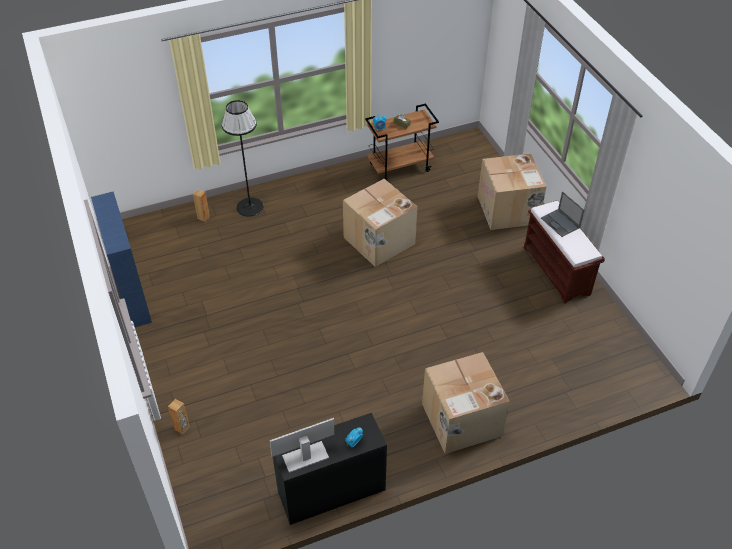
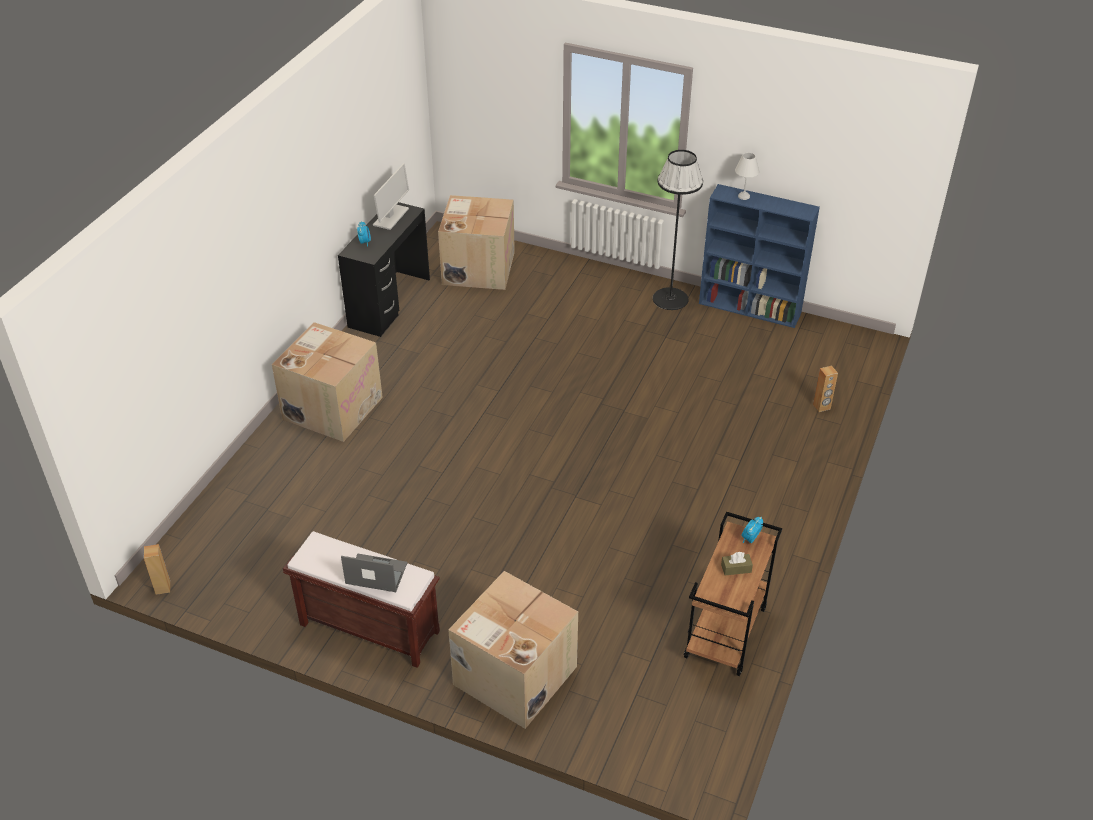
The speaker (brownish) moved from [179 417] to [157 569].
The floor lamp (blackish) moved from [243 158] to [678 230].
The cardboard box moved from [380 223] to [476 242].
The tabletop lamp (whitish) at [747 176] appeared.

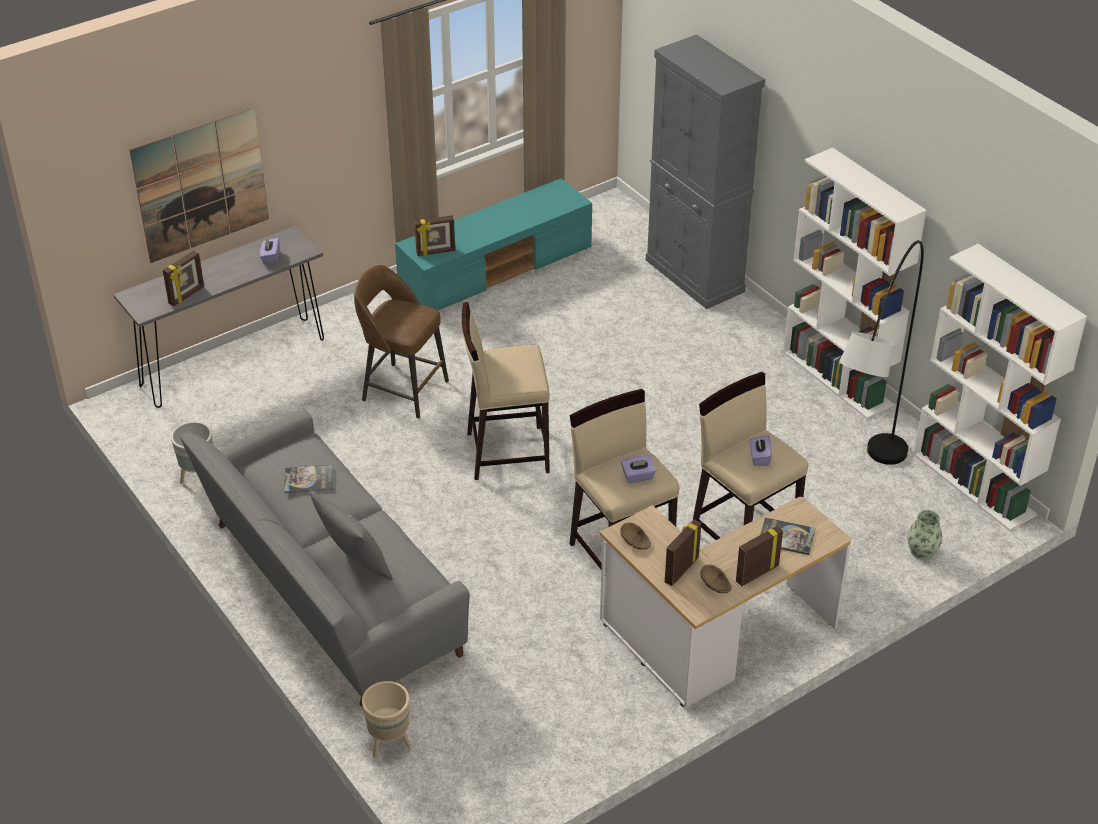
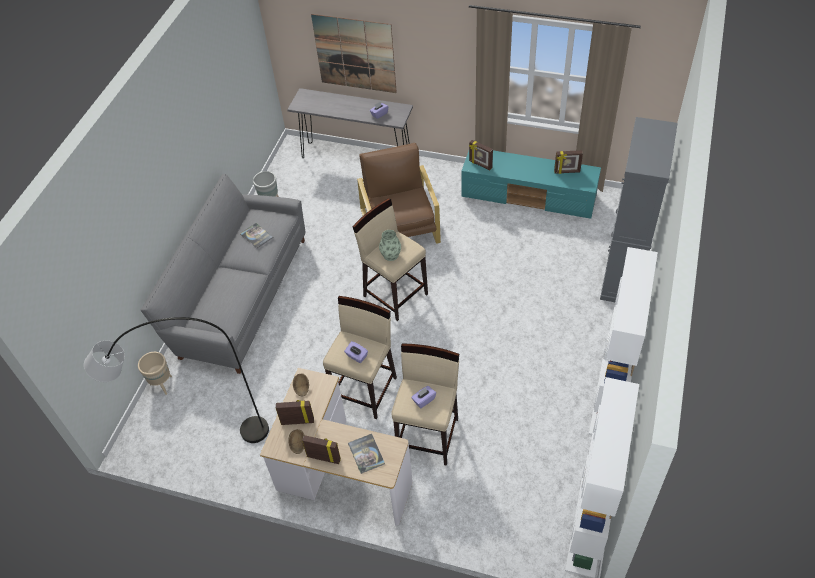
The standing frame moved from [183 278] to [568 162].
The throw pillow (greyish) at [351 536] disappeared.
The stool (brownish) at [401 342] was replaced by the lounge chair (brownish) at [399 193].
The floor lamp (greyish) moved from [881 352] to [176 380].
The vase moved from [925 535] to [390 245].

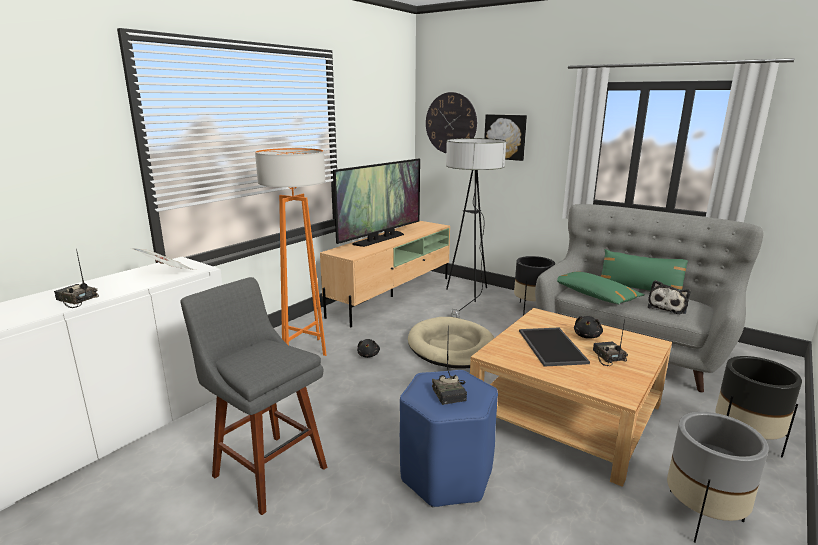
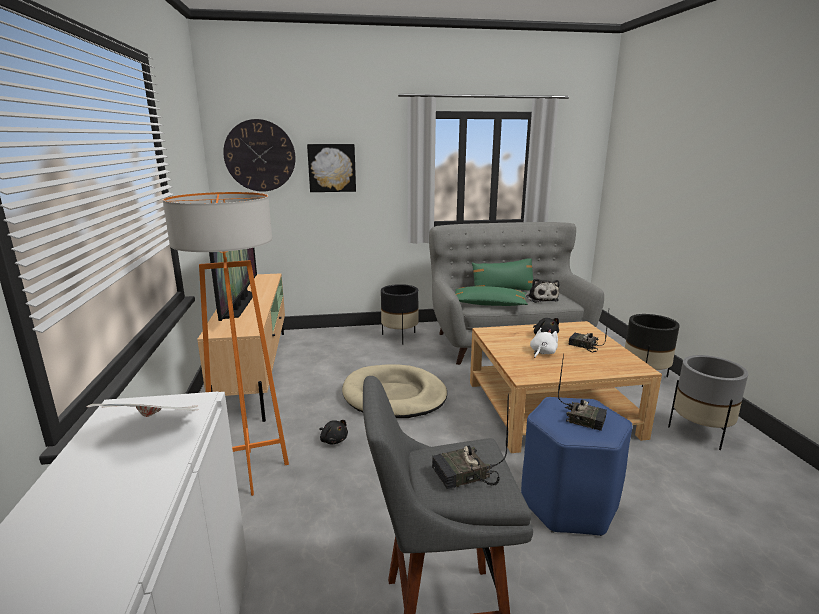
The radio set moved from [76 278] to [470 441].
The floor lamp at [476 228] disappeared.
The tray at [554 347] was replaced by the plush toy (whitish) at [544 343].

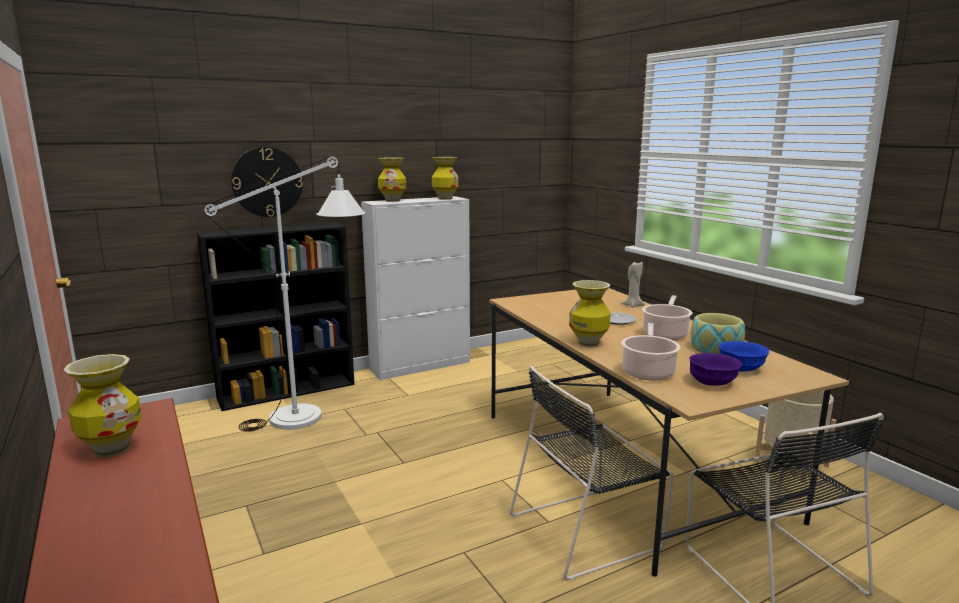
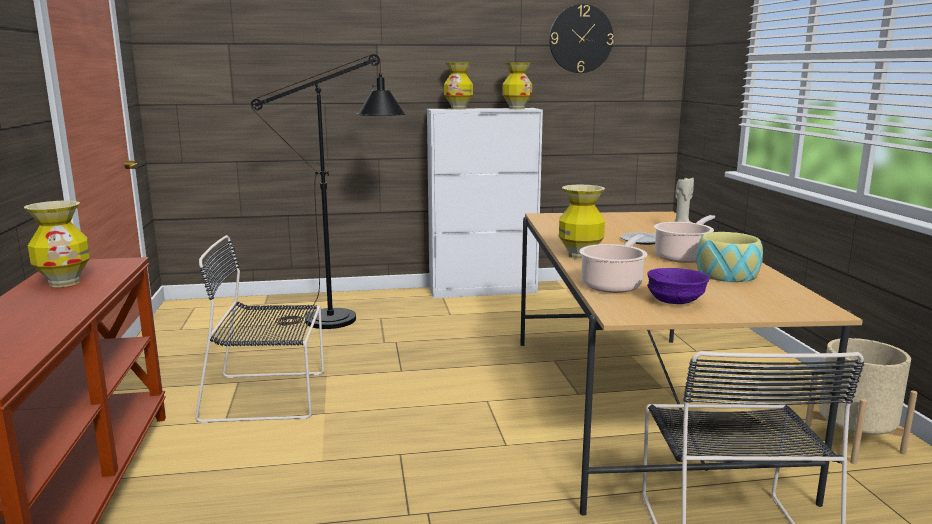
The bookshelf (blackish) at [276 316] disappeared.
The floor lamp (whitish) at [284 294] became the floor lamp (blackish) at [328 191].
The hanging clock moved from [267 182] to [581 38].
The chair (blackish) moved from [591 473] to [259 329].
The bowl (bluish) at [744 356] disappeared.

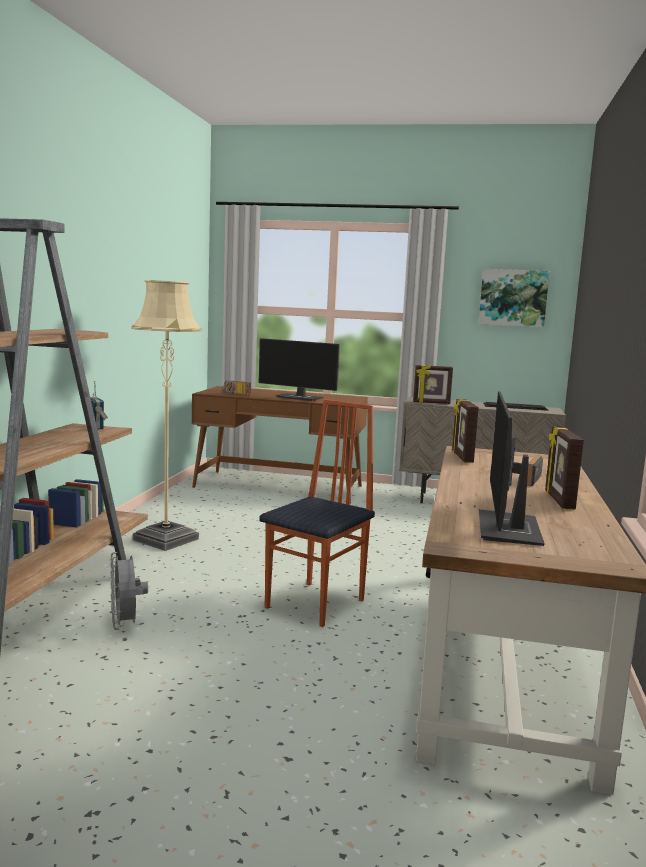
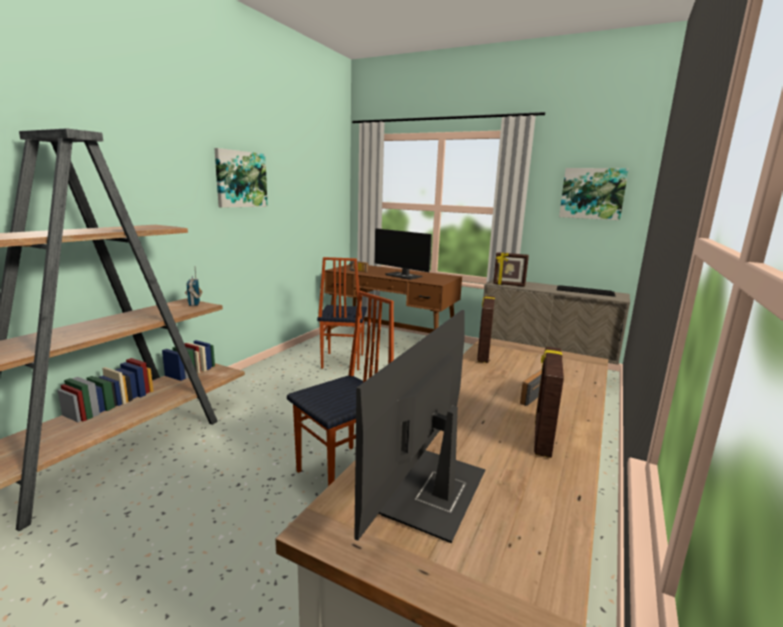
The electric fan (greyish) at [129 591] disappeared.
The floor lamp (sand-coloured) at [166 415] disappeared.
The picture at [241 178] appeared.
The chair at [342 313] appeared.

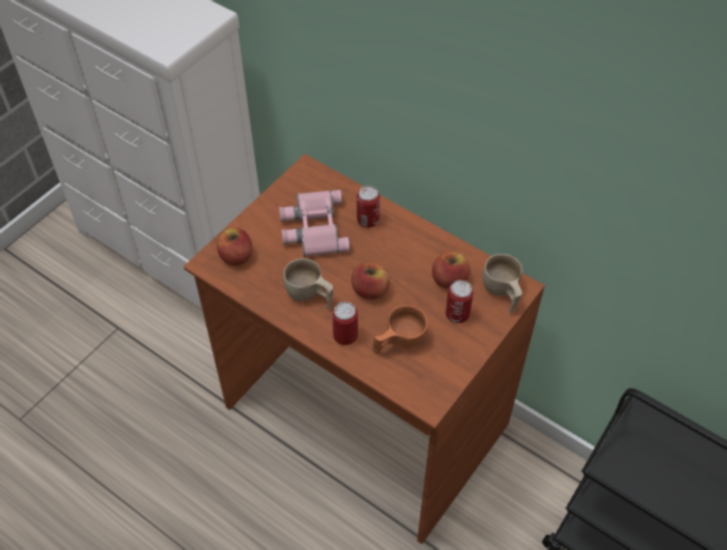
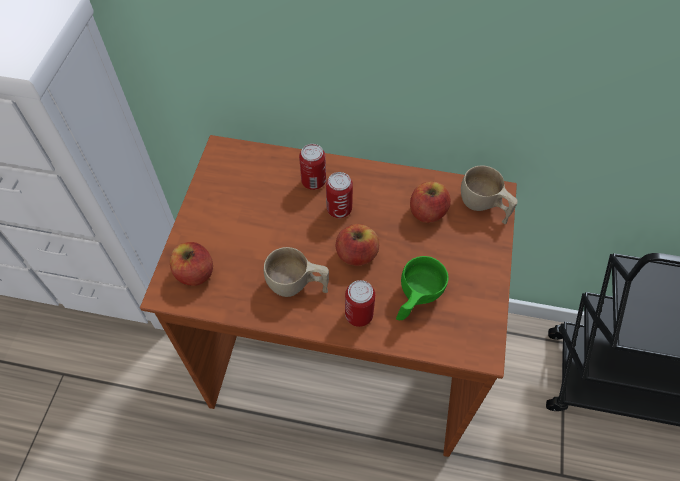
The pair of binoculars (pink-coloured) at [314 223] disappeared.
The small cup (orangey) at [400 329] became the small cup (greenish) at [422 288].
The sealed can moved from [459 301] to [339 195].

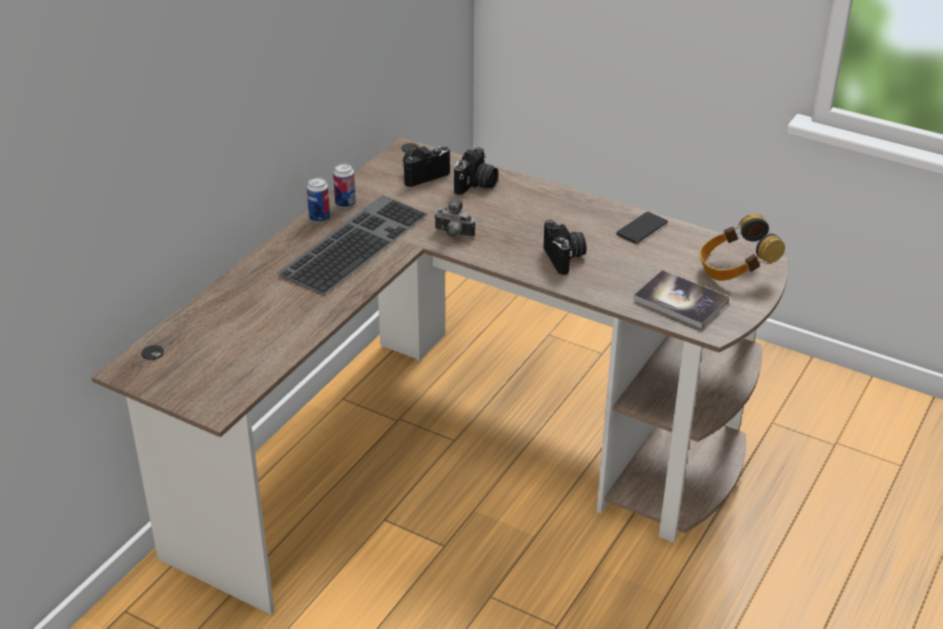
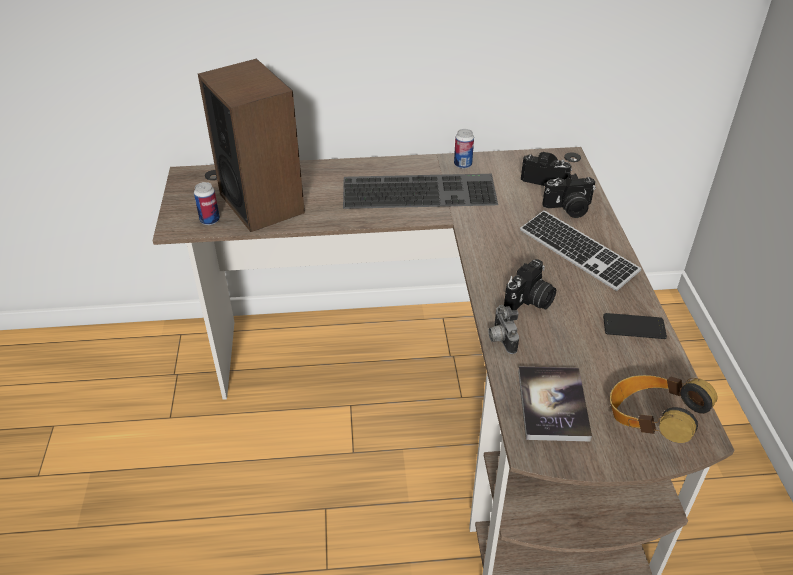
The sealed can moved from [318 200] to [207 203].
The photo camera moved from [454 219] to [503 329].
The speaker at [251 145] appeared.
The keyboard at [580 250] appeared.

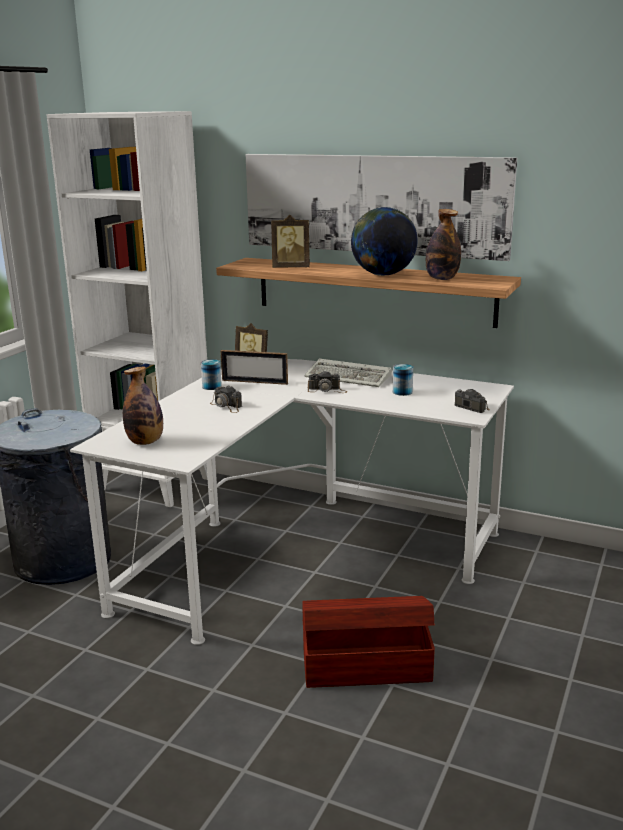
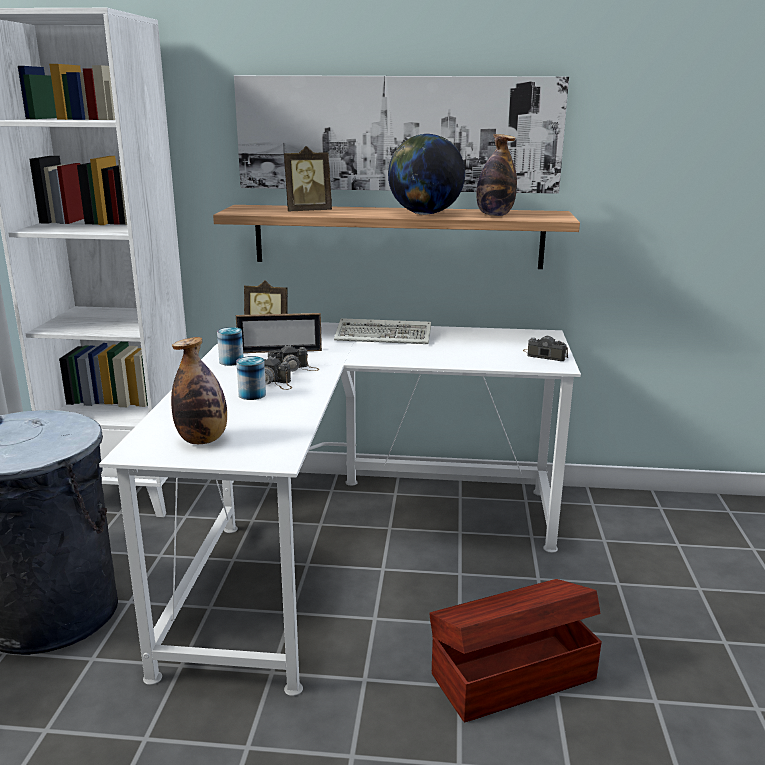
The photo camera moved from [327 381] to [293 358].
The sealed can moved from [403 380] to [251 378].

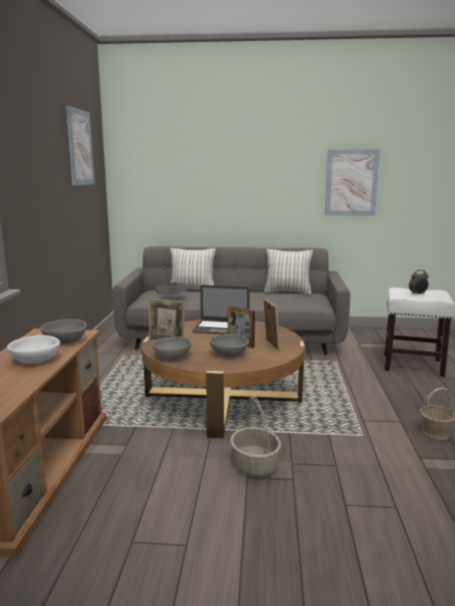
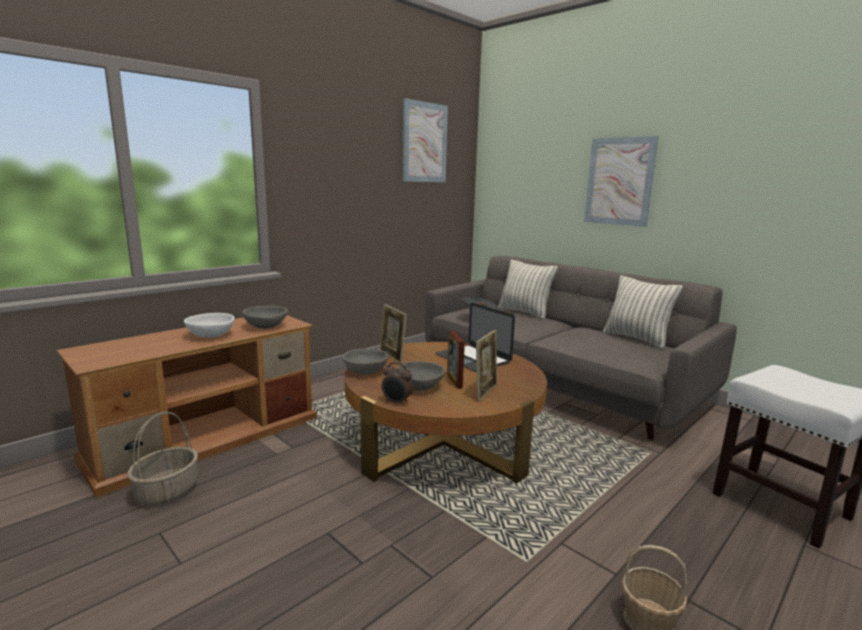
The household basket moved from [255 437] to [162 458].
The picture moved from [352 182] to [621 181].
The bedside clock moved from [419 282] to [397 384].

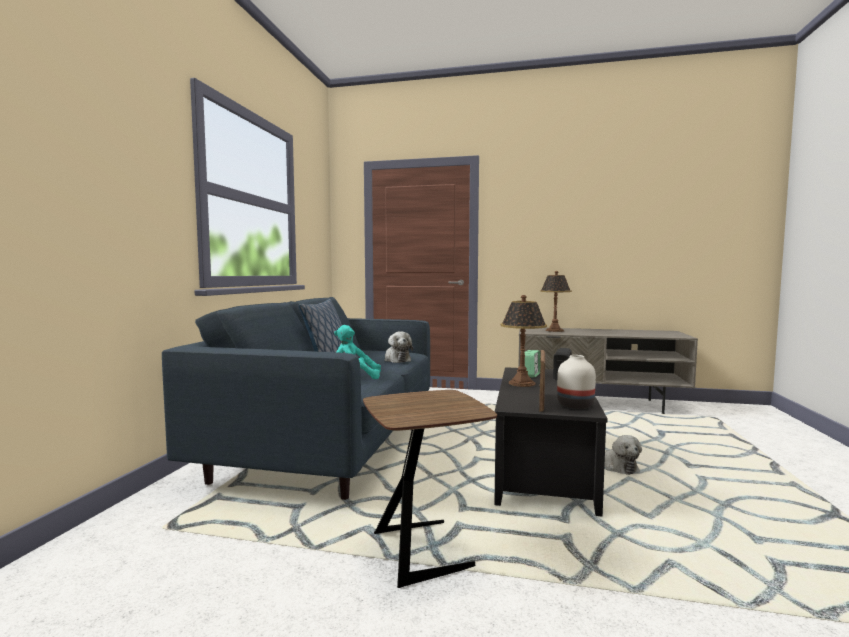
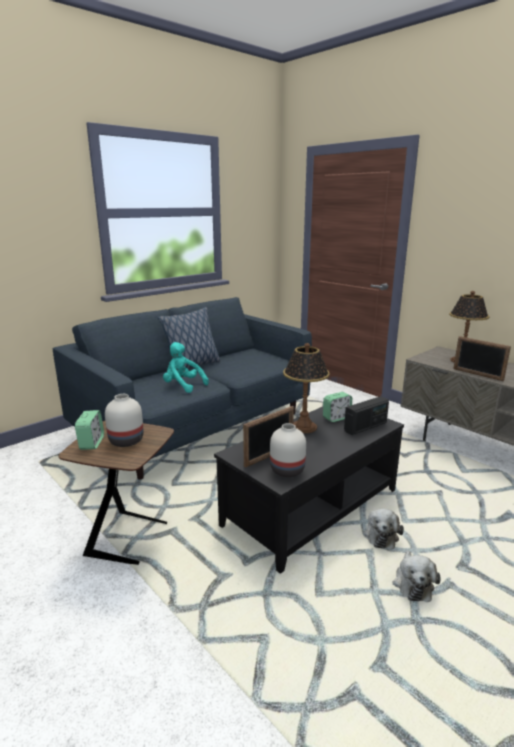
The plush toy moved from [399 347] to [416 576].
The bedside clock at [89 430] appeared.
The vase (whitish) at [124 420] appeared.
The standing frame at [482 358] appeared.

